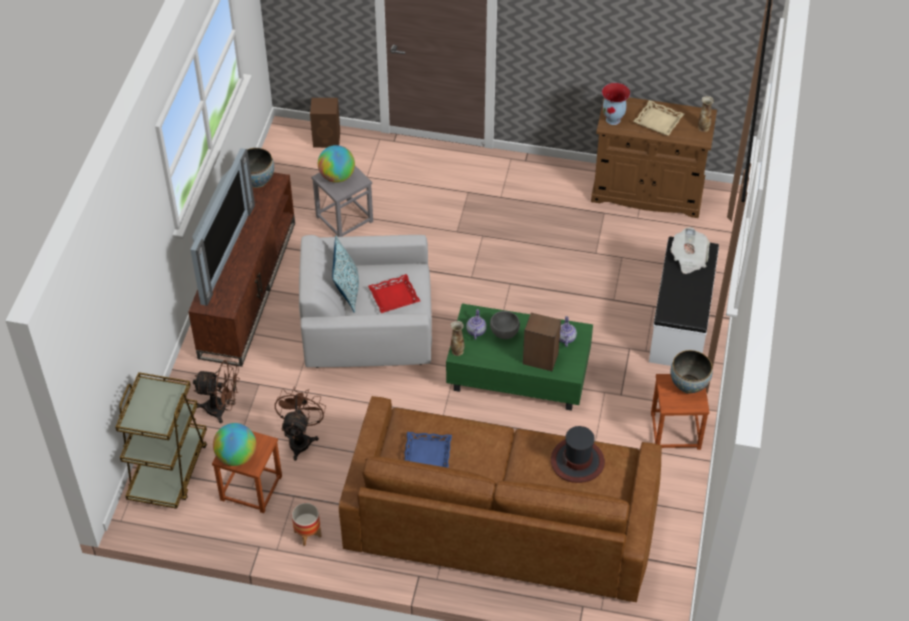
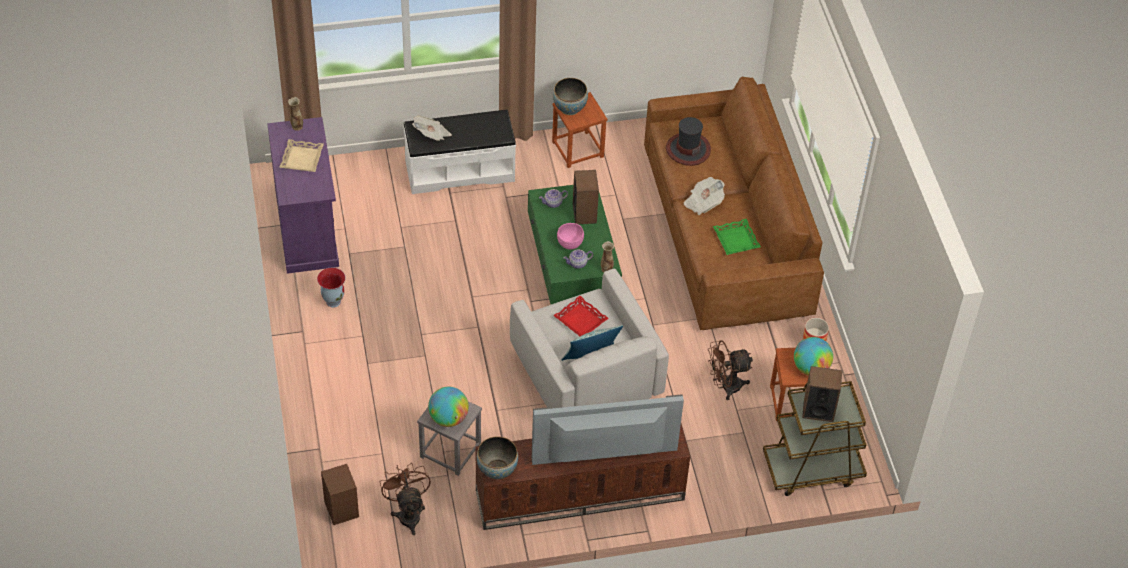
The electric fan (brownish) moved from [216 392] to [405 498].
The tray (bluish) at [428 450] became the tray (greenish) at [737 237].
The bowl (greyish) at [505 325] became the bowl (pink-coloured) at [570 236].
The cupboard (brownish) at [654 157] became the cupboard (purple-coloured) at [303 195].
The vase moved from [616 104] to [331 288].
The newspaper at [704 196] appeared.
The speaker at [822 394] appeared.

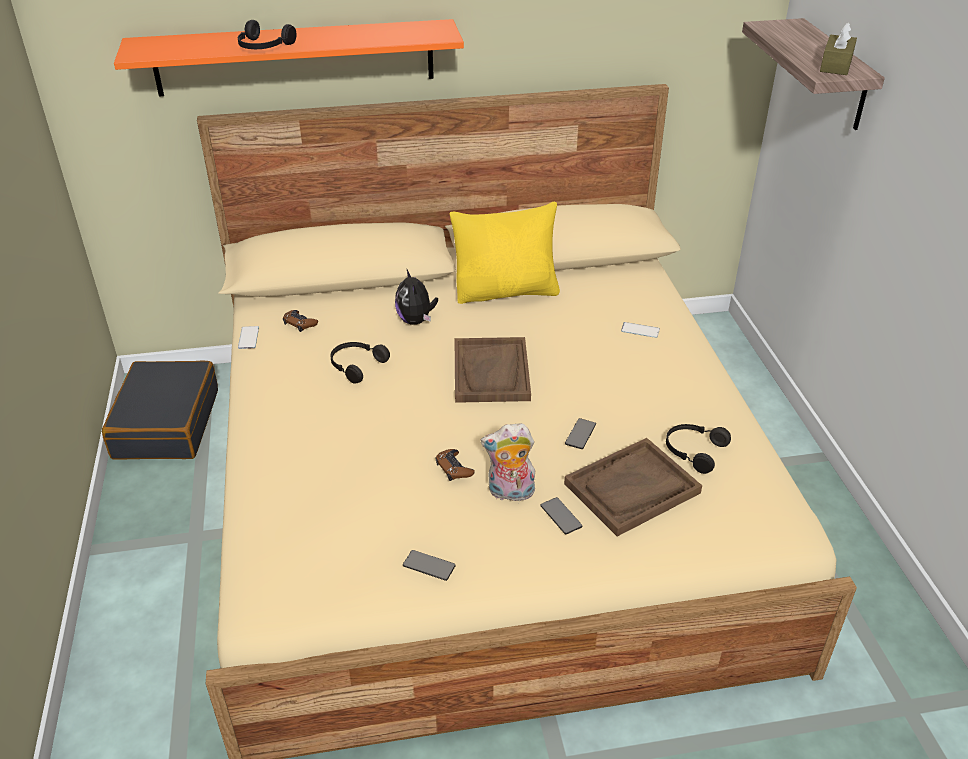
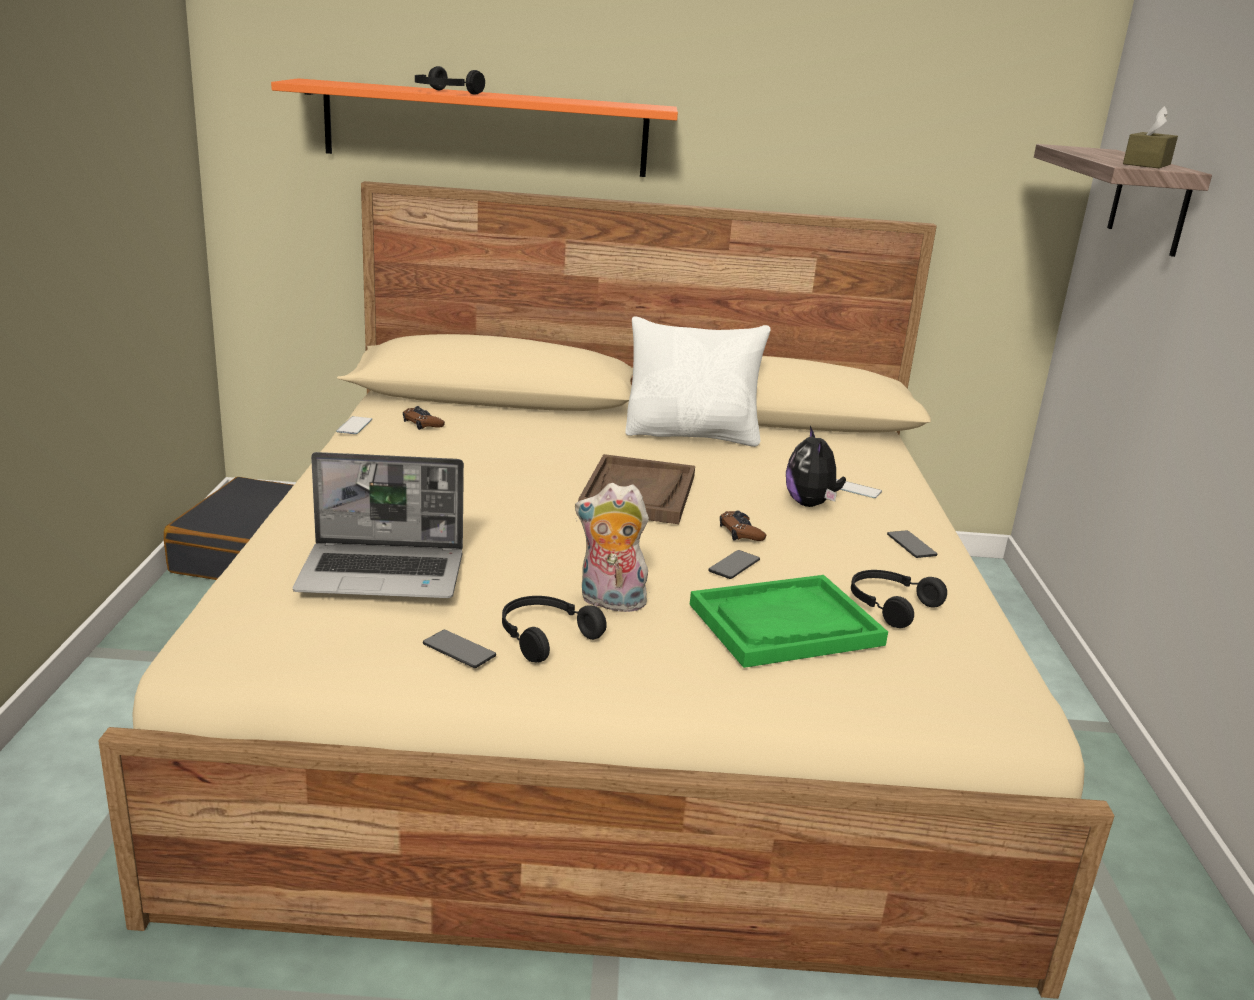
The headphones (blackish) moved from [360 363] to [554 629].
The plush toy moved from [416 296] to [816 466].
The gamepad (brownish) moved from [455 465] to [743 525].
The throw pillow (yellow) at [505 253] became the throw pillow (whitish) at [698 381].
The telephone moved from [561 515] to [912 544].
The tray (brownish) at [633 487] became the tray (greenish) at [789 621].
The laptop at [378 525] appeared.

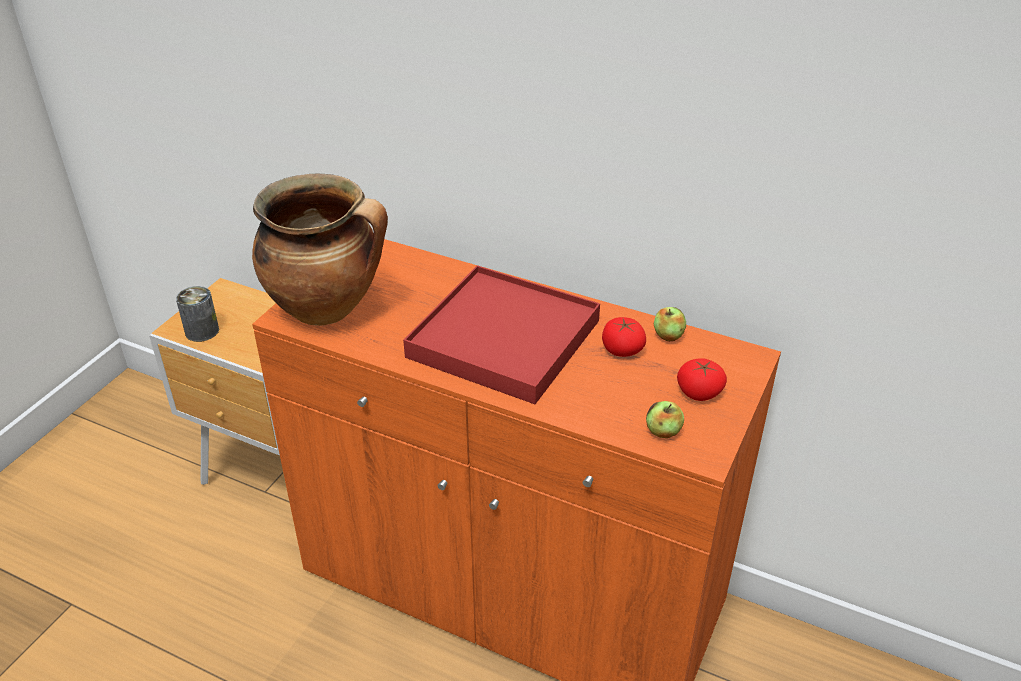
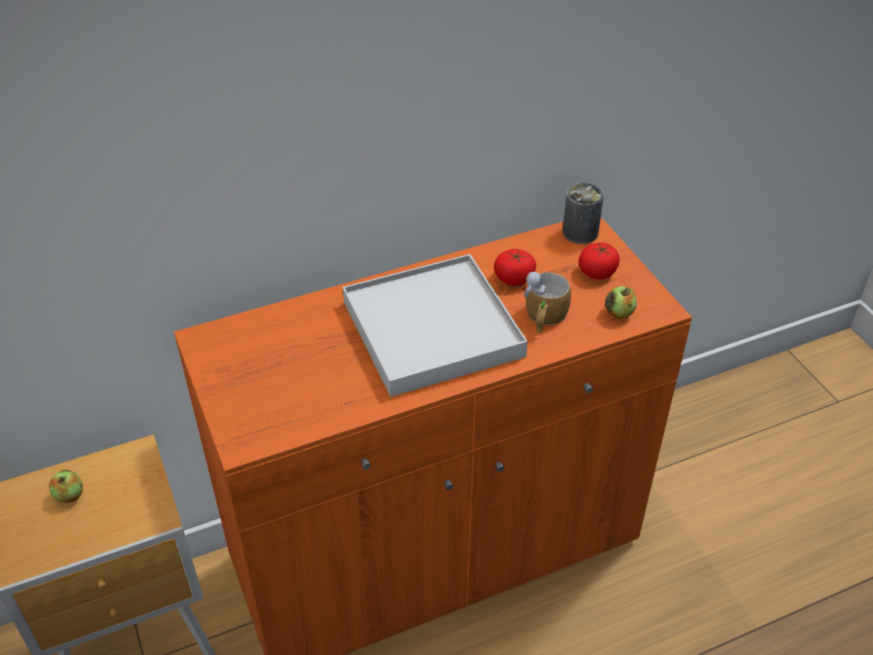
The sealed can moved from [197 314] to [583 213].
The stockpot at [320 250] disappeared.
The tray (red) at [501 335] became the tray (whitish) at [435 325].
The whole apple moved from [670 324] to [66 486].
The mug at [547 302] appeared.

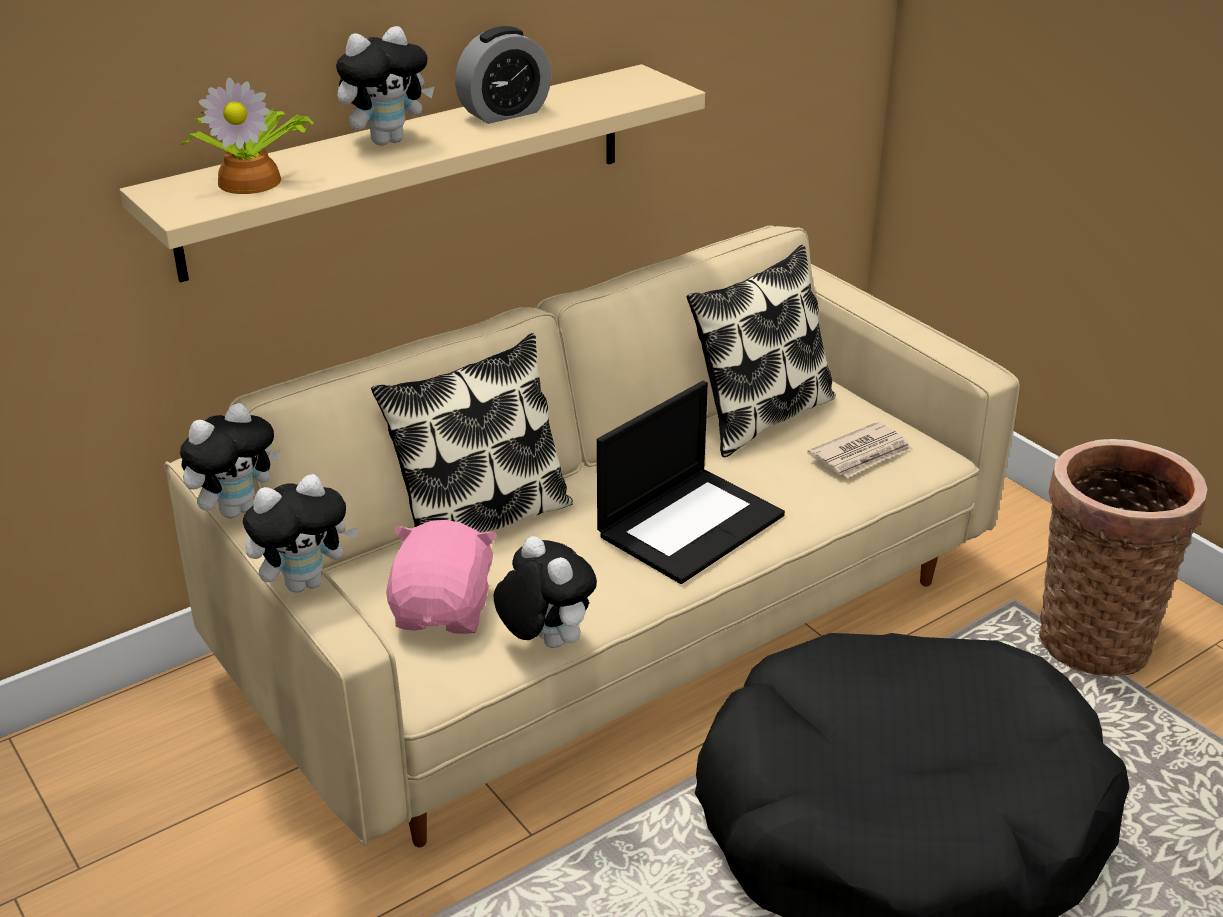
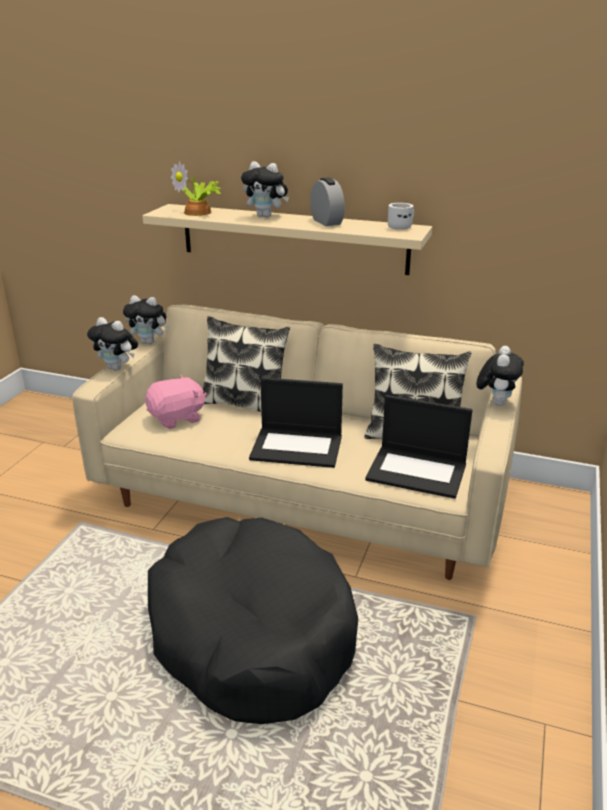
The bedside clock at [503 75] turned 135 degrees counterclockwise.
The plush toy moved from [545 592] to [500 376].
The newspaper at [859 449] was replaced by the laptop at [418 447].
The household basket at [1123 558] disappeared.
The mug (whitish) at [401 216] appeared.

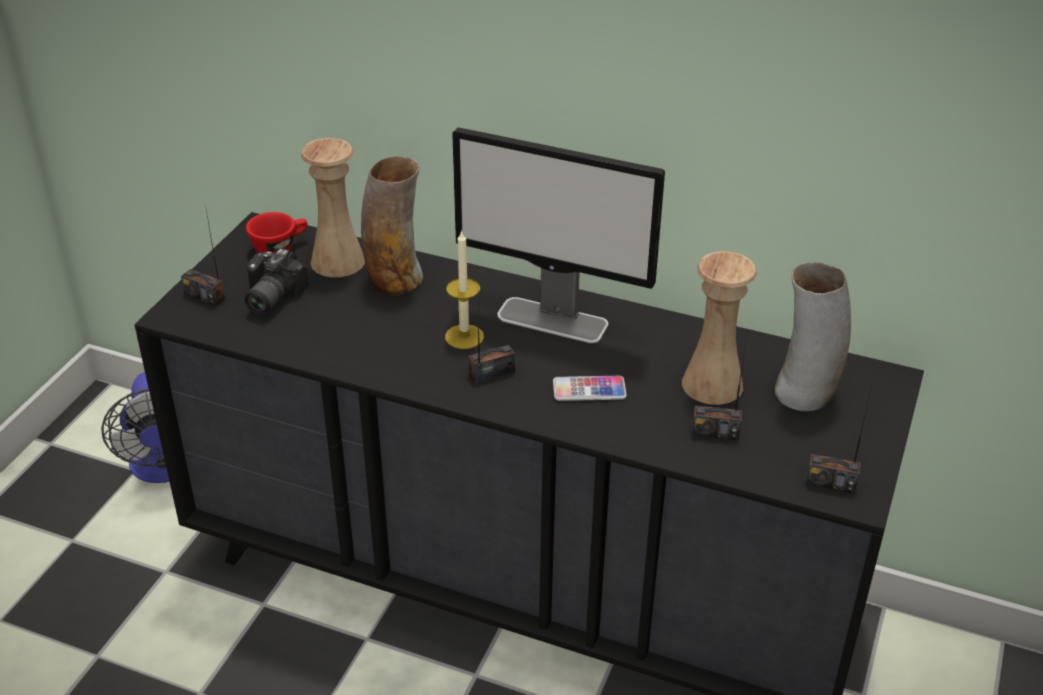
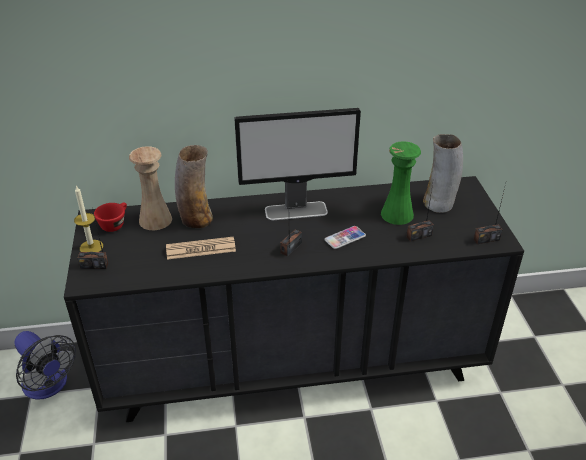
The photo camera at [277 281] disappeared.
The candle moved from [464 289] to [88 218].
The vase (sand-coloured) at [719 328] became the vase (greenish) at [401 183].
The newspaper at [201 248] appeared.

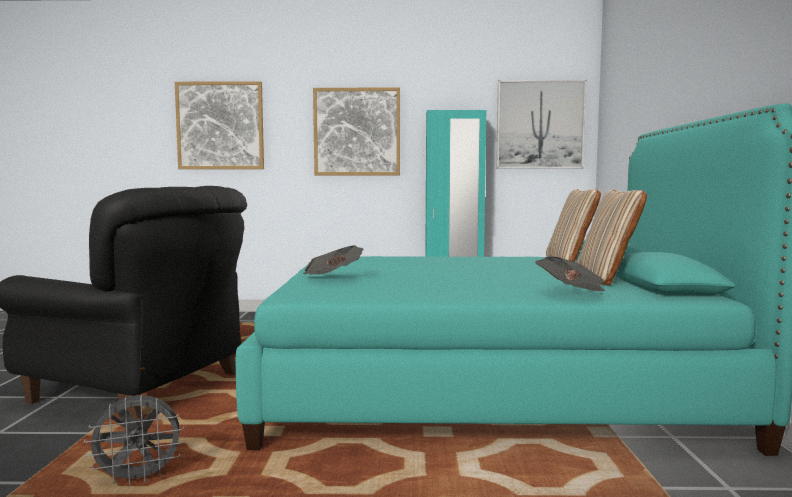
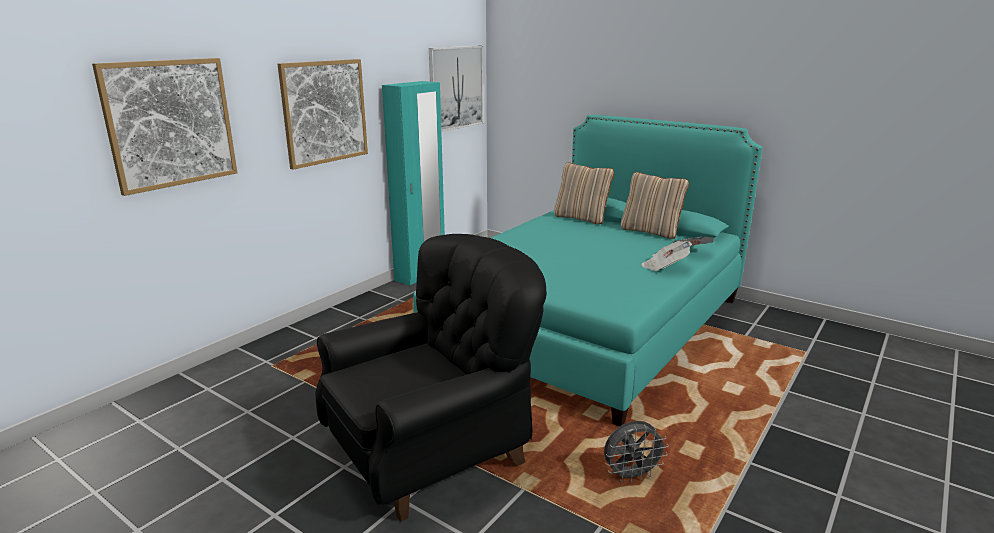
The electric fan (greyish) at [134 440] turned 60 degrees clockwise.
The newspaper moved from [333 260] to [666 256].

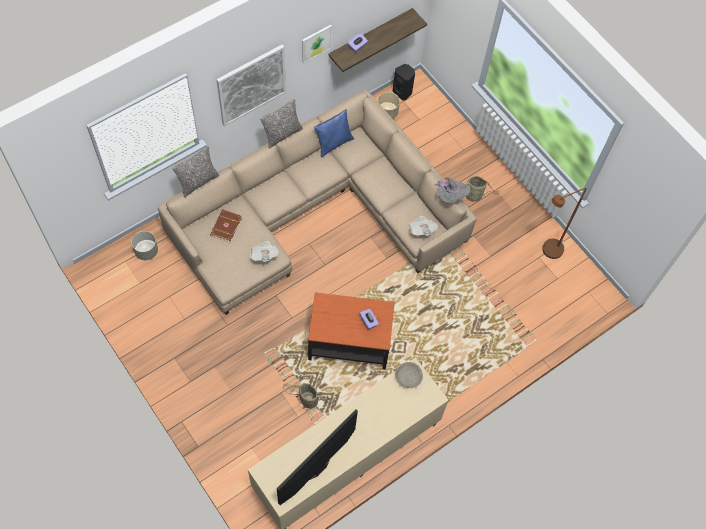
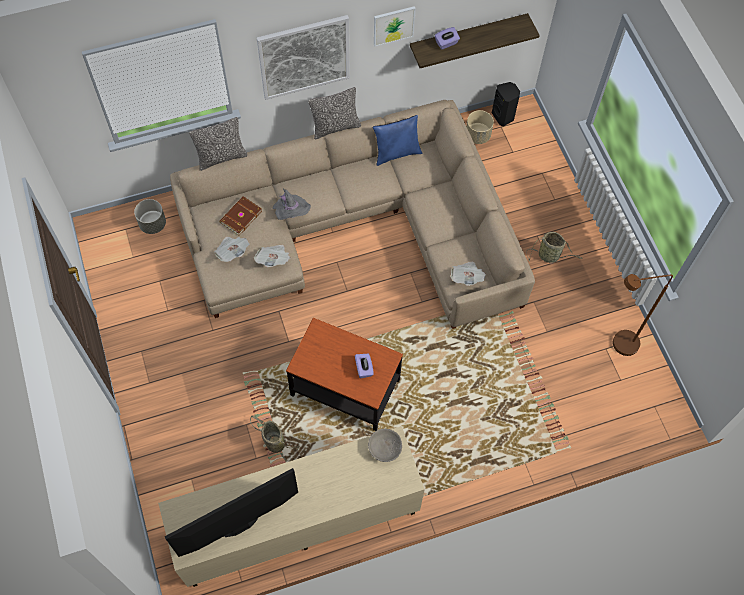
The clothing hat (greyish) moved from [452 190] to [292 204].
The newspaper at [231 249] appeared.

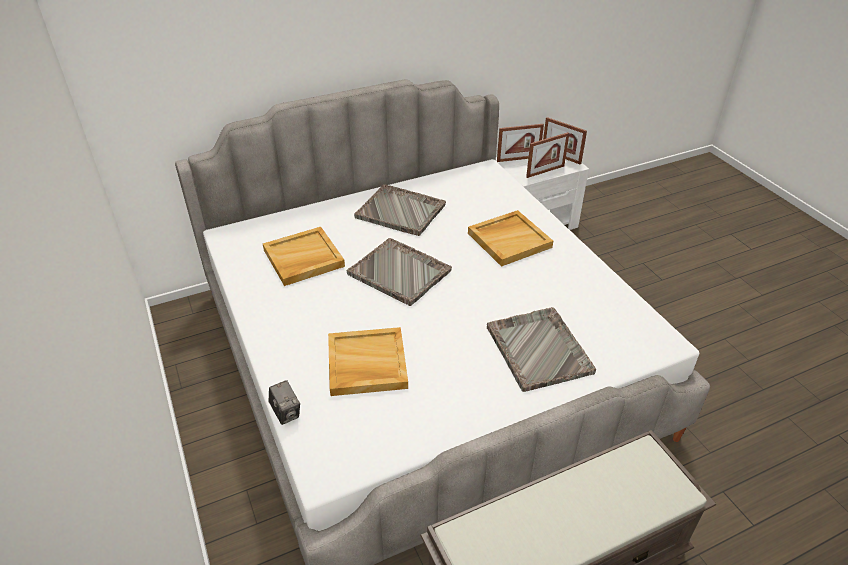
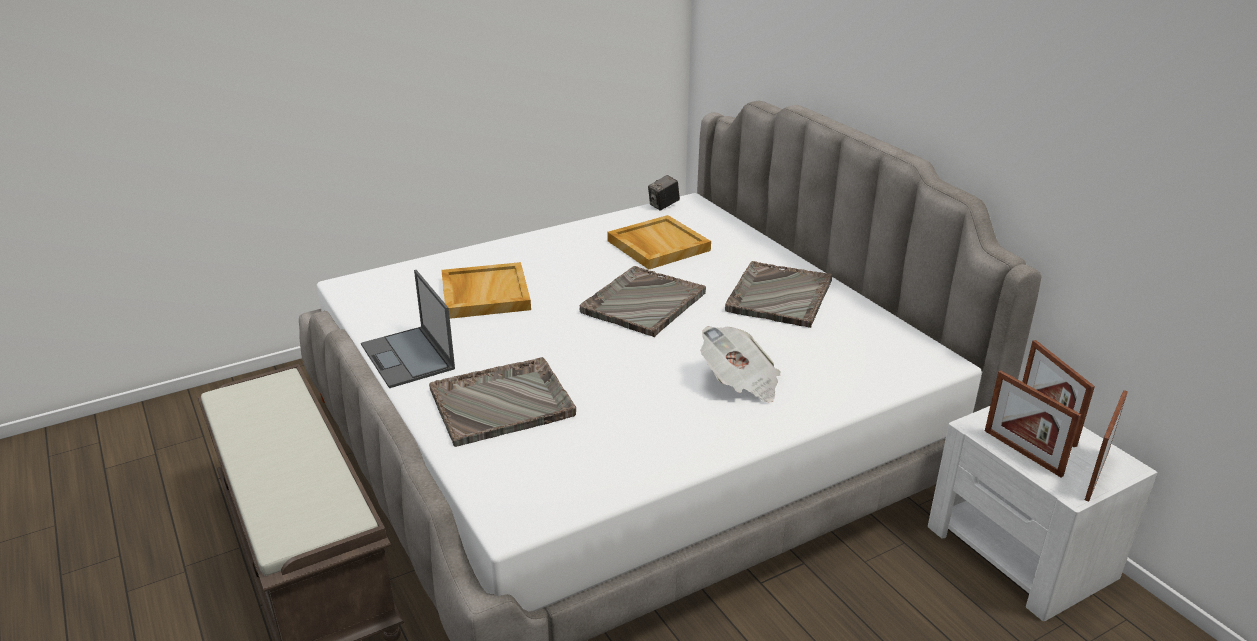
The photo camera moved from [284 402] to [664 192].
The tray (sand-coloured) at [510 238] was replaced by the newspaper at [740 364].
The laptop at [408 329] appeared.

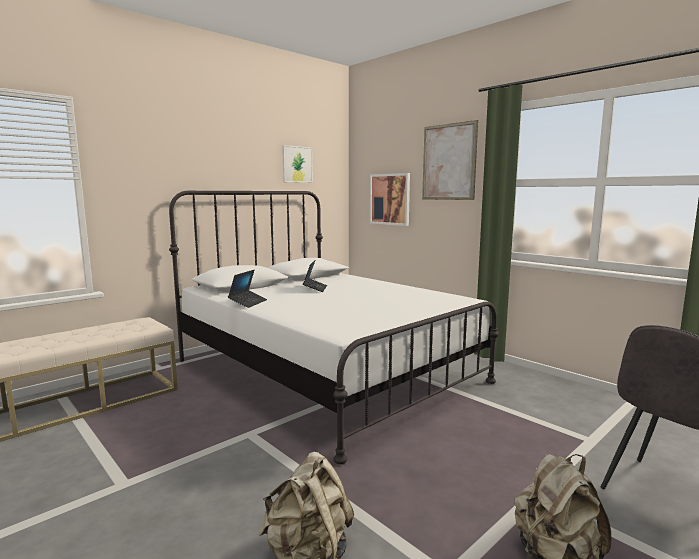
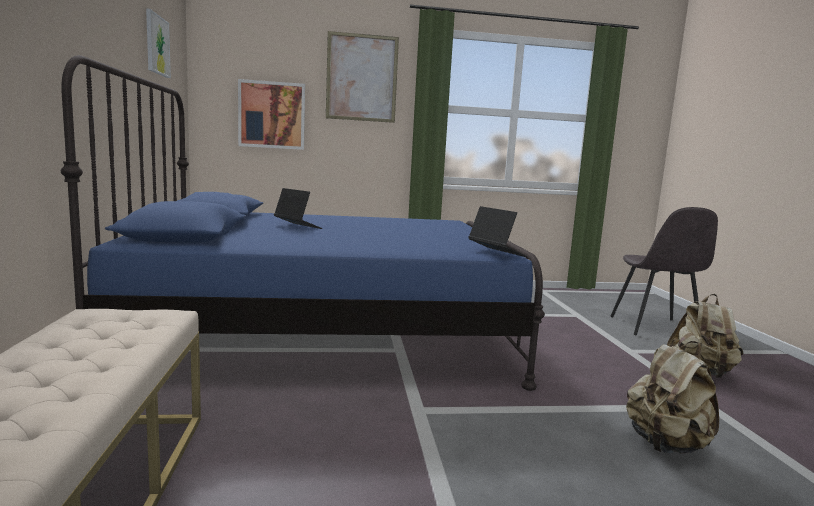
The bedroom bed (whitish) at [334 327] became the bedroom bed (bluish) at [303 223].
The laptop moved from [247 289] to [497 231].

